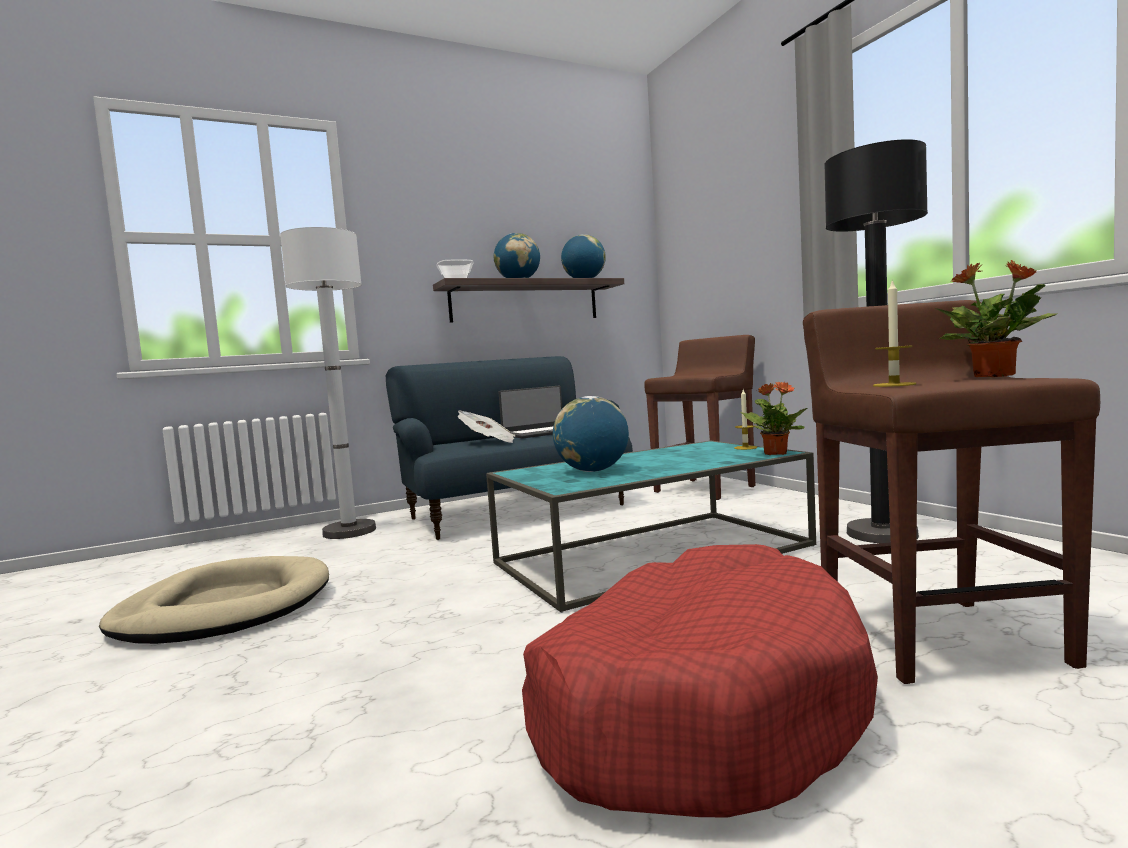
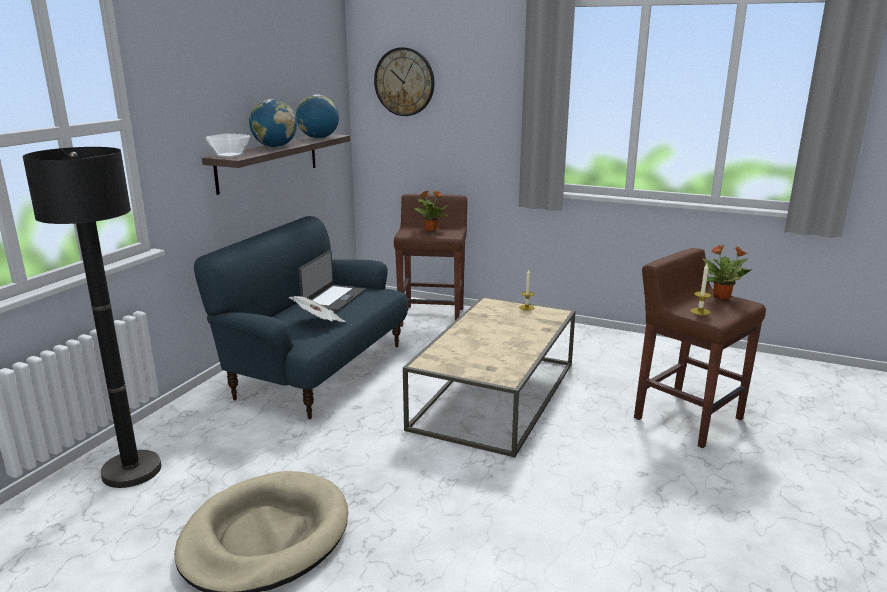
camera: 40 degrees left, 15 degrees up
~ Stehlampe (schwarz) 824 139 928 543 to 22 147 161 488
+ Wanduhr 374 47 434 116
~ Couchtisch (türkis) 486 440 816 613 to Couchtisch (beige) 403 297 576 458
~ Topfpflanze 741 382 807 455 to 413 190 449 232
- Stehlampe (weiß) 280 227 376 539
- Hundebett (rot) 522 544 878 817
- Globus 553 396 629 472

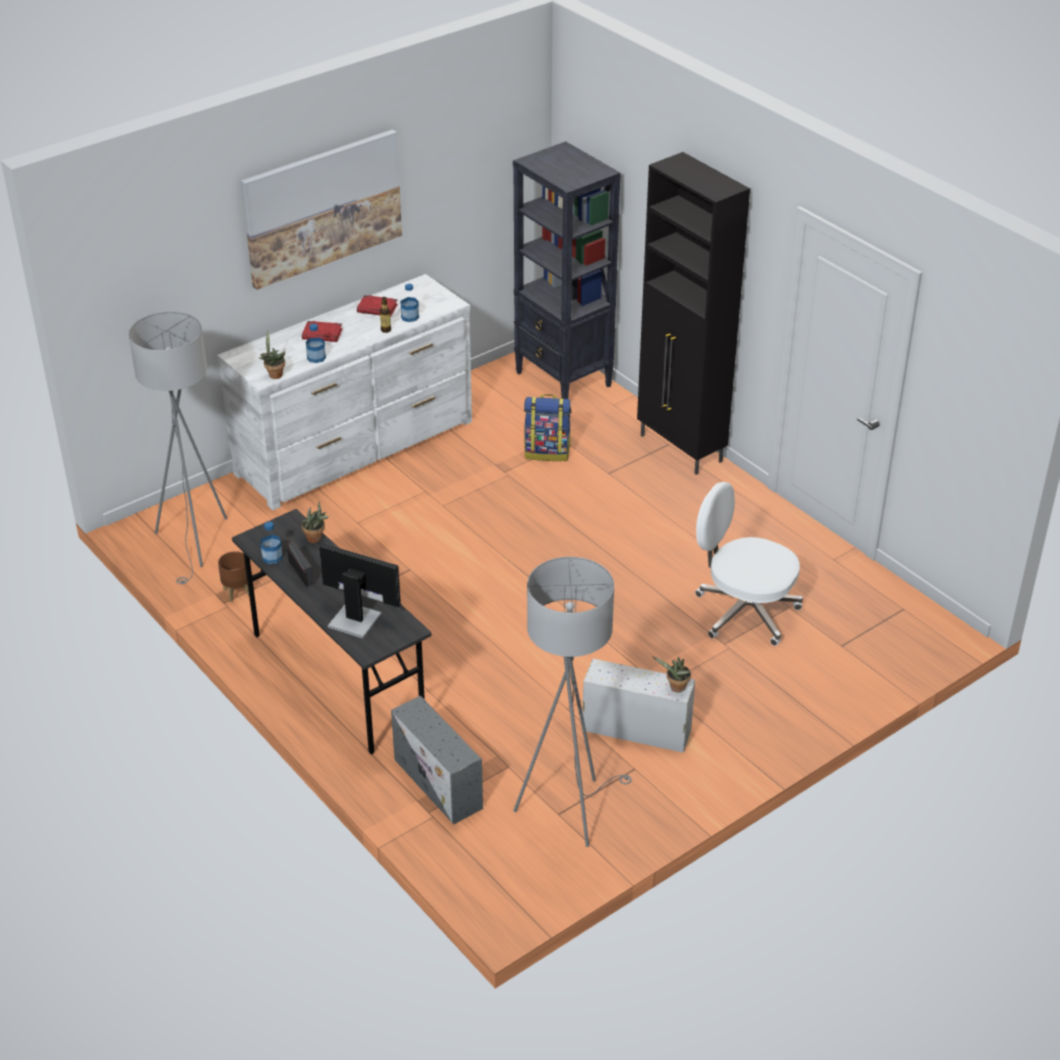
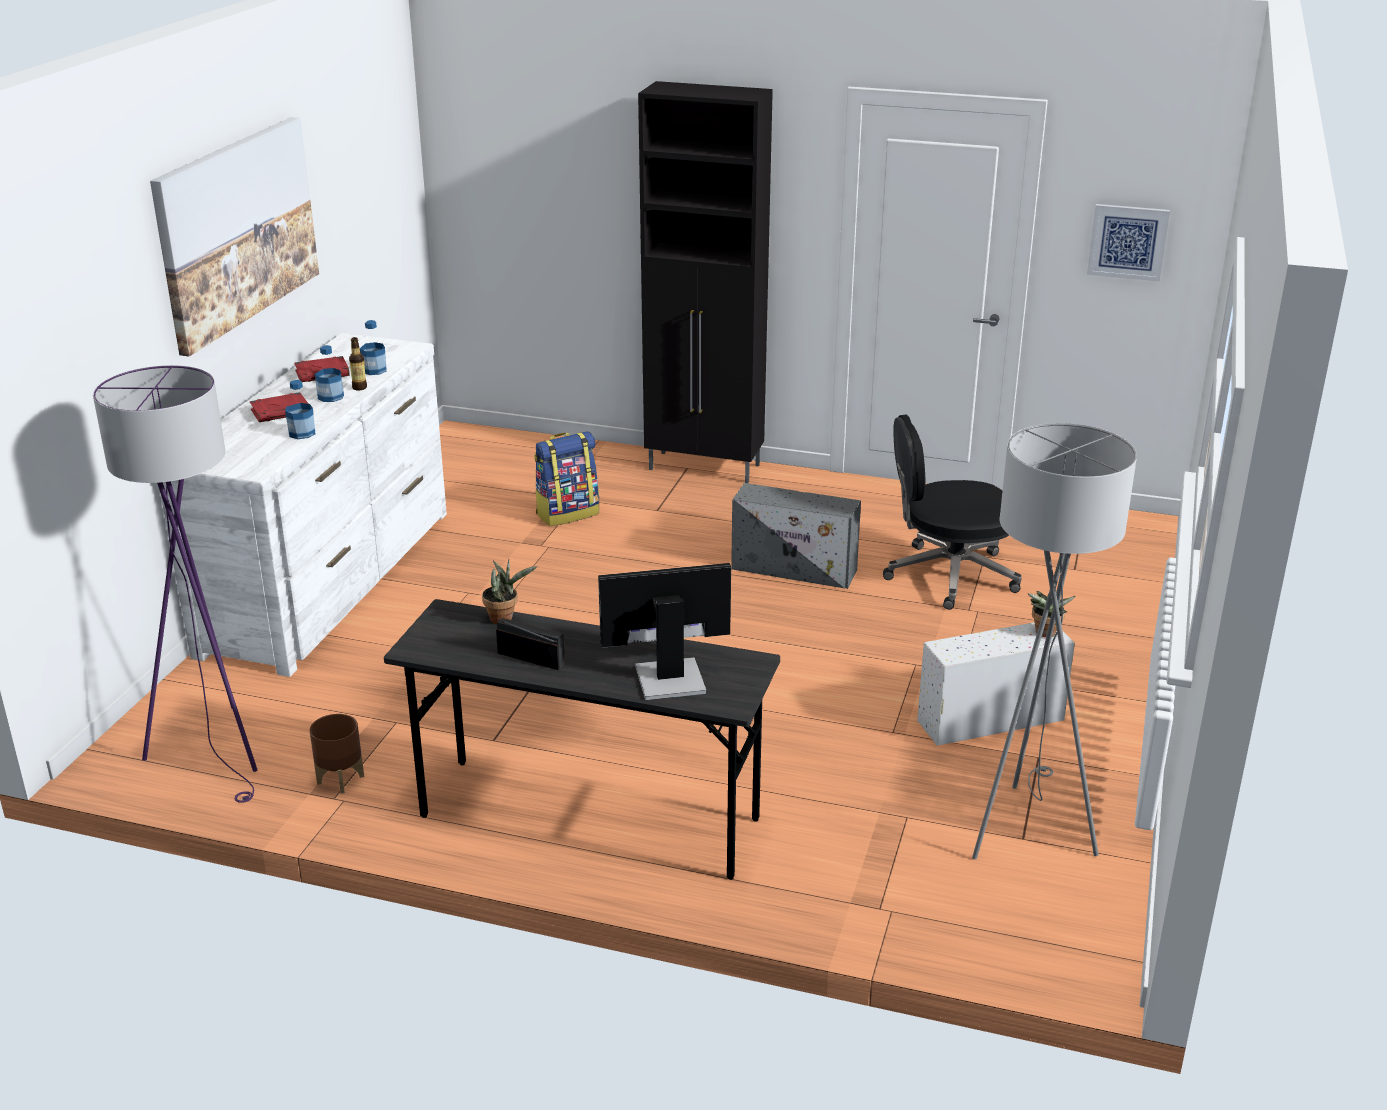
camera: 35 degrees left, 10 degrees down
~ Stehlampe (grau) 129 312 227 584 to Stehlampe (lila) 93 365 258 803
~ Flasche 260 522 283 564 to 315 345 344 402
~ Aufbewahrungsbox (grau) 391 696 483 824 to 731 483 861 589
~ Bürostuhl (weiß) 695 482 803 646 to Bürostuhl (schwarz) 883 415 1022 610
+ Bild 1087 204 1170 281
- Topfpflanze 259 330 285 379
- Bücherregal (schwarz) 513 141 621 399

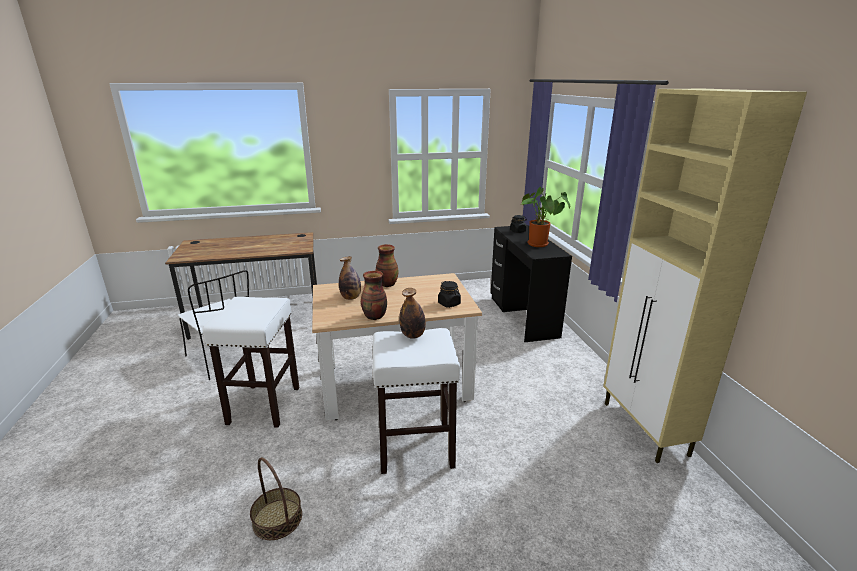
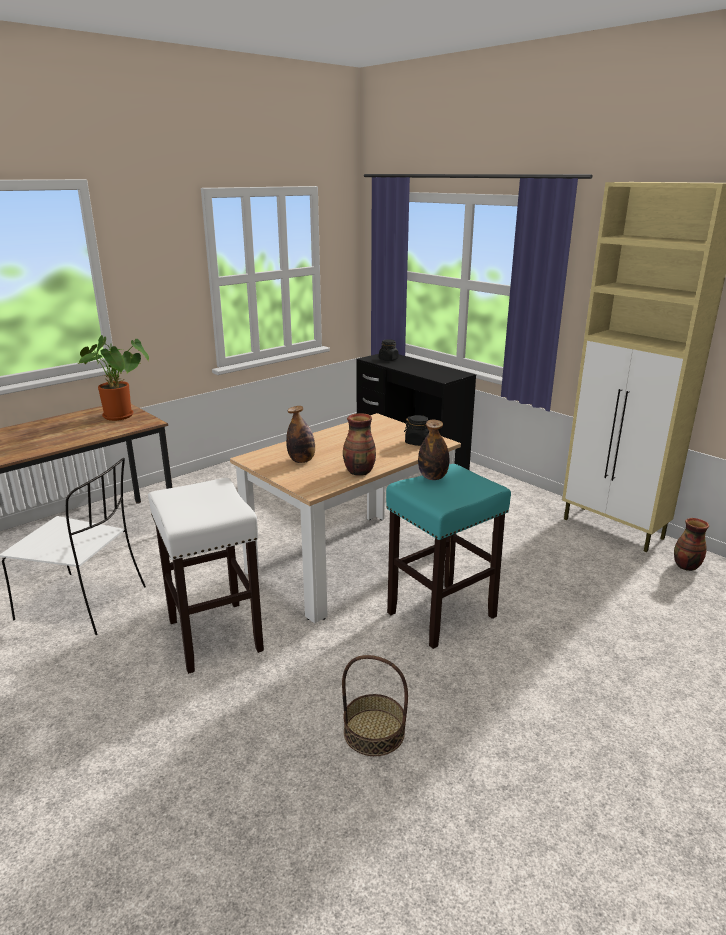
camera: 30 degrees left, 0 degrees up
~ Topfpflanze 522 187 571 247 to 77 335 149 421
~ Hocker (weiß) 373 328 460 474 to Hocker (türkis) 386 464 511 649
~ Vase 376 244 398 287 to 674 518 709 571

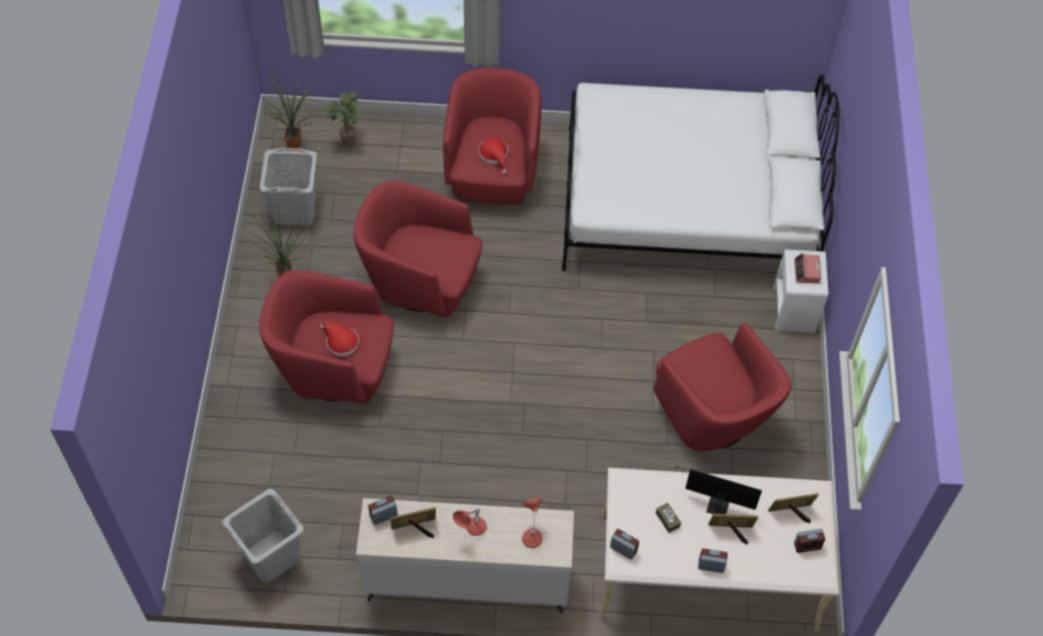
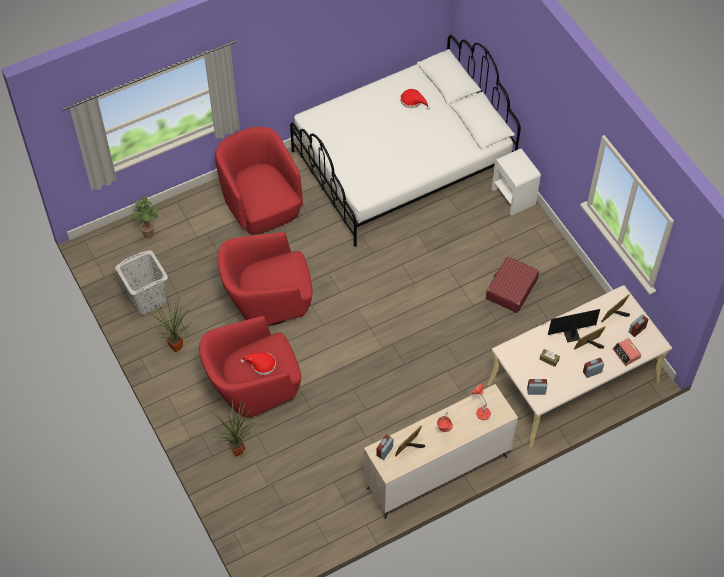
camera: 30 degrees left, 0 degrees up
~ Topfpflanze 261 68 314 151 to 212 400 256 457
~ Hut (rot) 479 138 508 173 to 400 89 430 109
~ Sessel (rot) 653 322 791 451 to Koffer (rot) 486 256 539 313
~ Wecker 794 253 821 284 to 613 338 642 366
- Wäschekorb (grau) 222 489 304 583

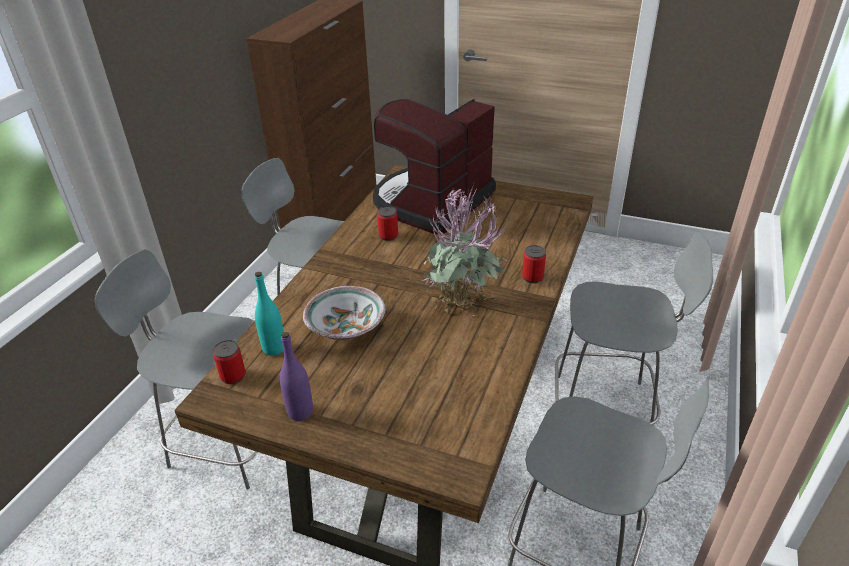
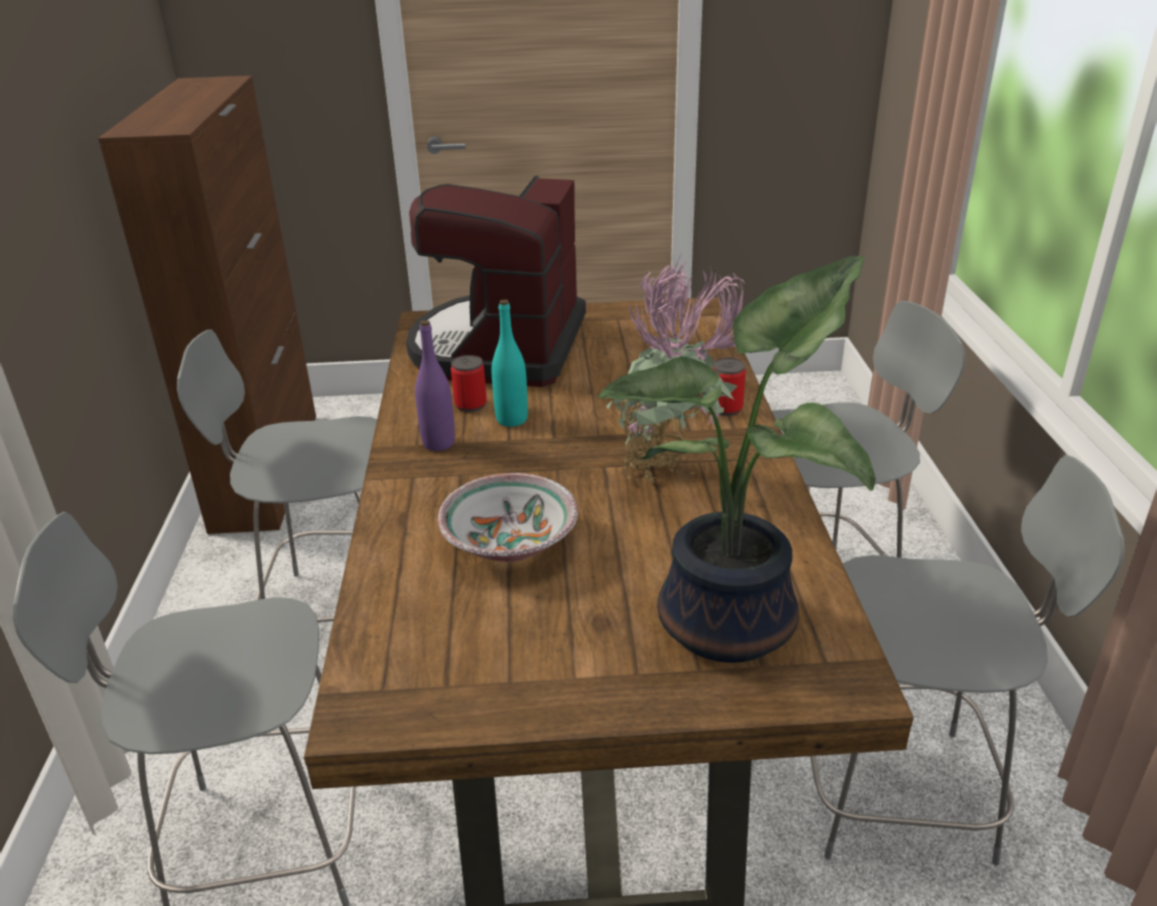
camera: 25 degrees left, 5 degrees down
~ Flasche (lila) 280 332 313 421 to 415 320 455 451
~ Flasche (türkis) 255 272 284 356 to 492 300 528 427
+ Topfpflanze 598 256 876 663
- Dose 213 340 246 384

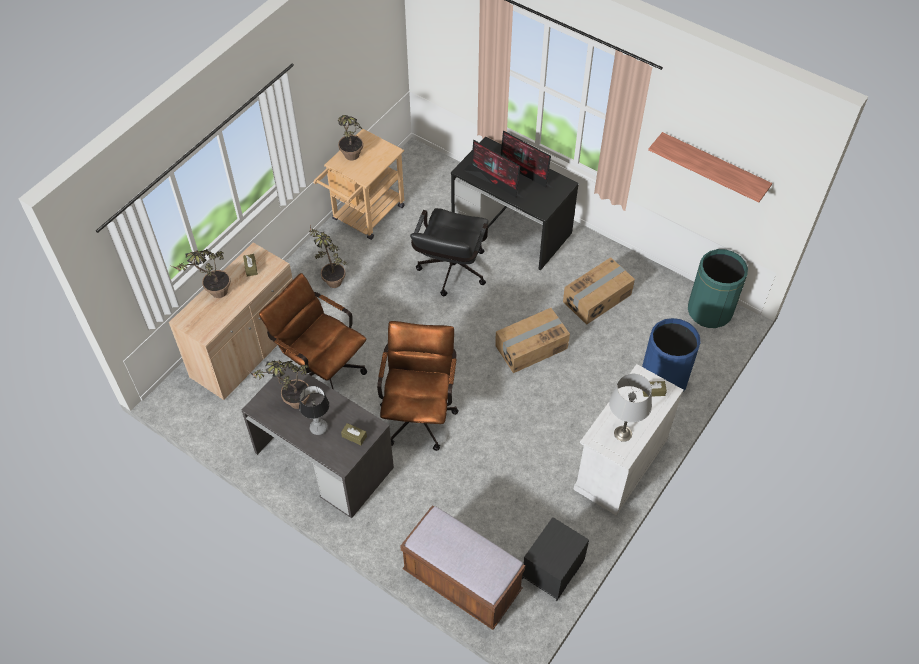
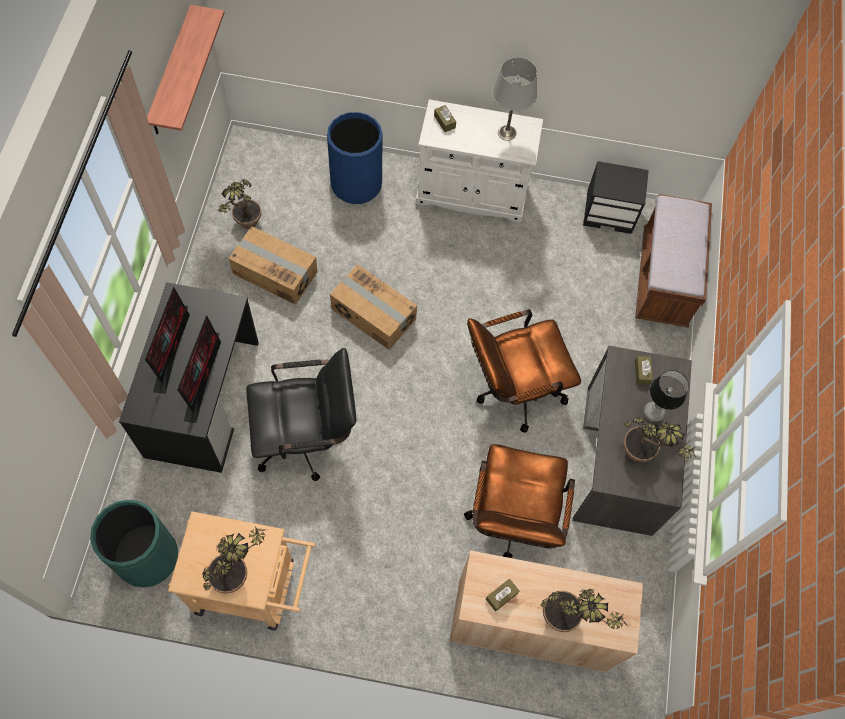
camera: 120 degrees left, 10 degrees up
~ Mülleimer (grün) 688 249 748 328 to 90 500 178 588
~ Topfpflanze 309 224 347 288 to 216 179 262 229

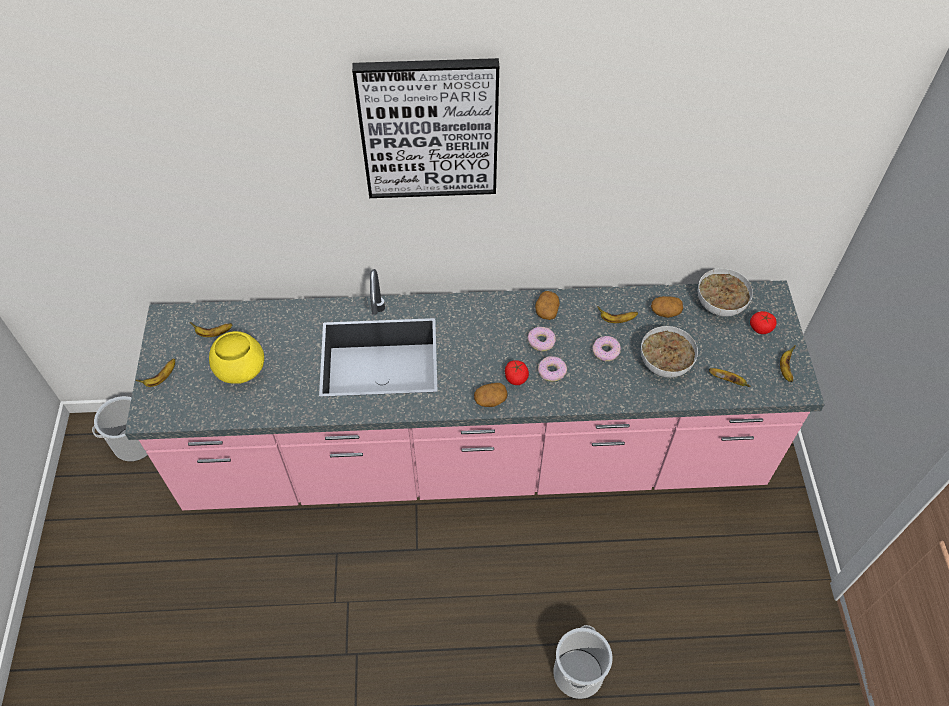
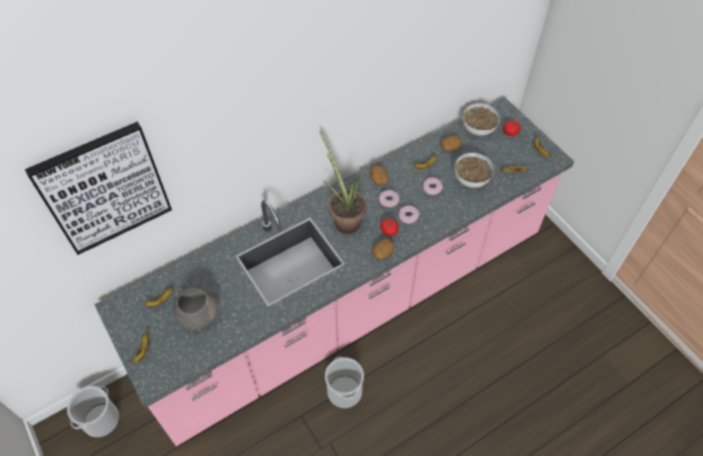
camera: 30 degrees left, 0 degrees up
~ Bild 352 58 499 198 to 25 122 172 255
~ Schüssel (gelb) 209 331 264 384 to Schüssel (grau) 173 287 218 330
+ Topfpflanze 320 131 367 234
~ Eimer 553 625 613 699 to 325 356 364 408

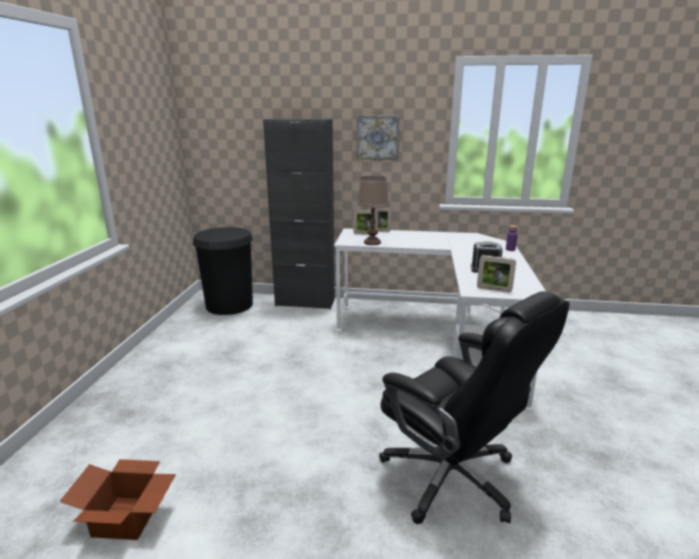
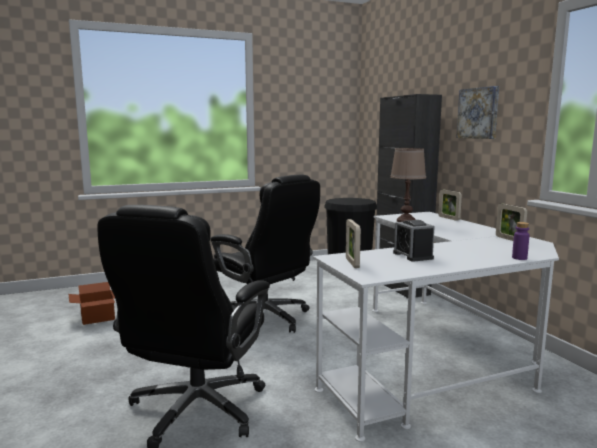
camera: 60 degrees right, 10 degrees down
+ Bürostuhl (schwarz) 210 175 320 333
~ Bilderrahmen 354 210 378 235 to 496 204 527 241

